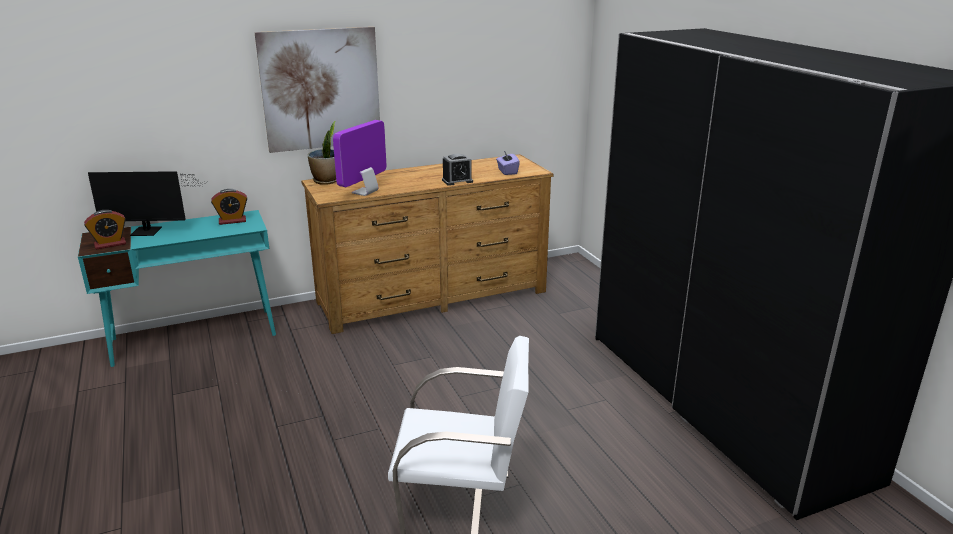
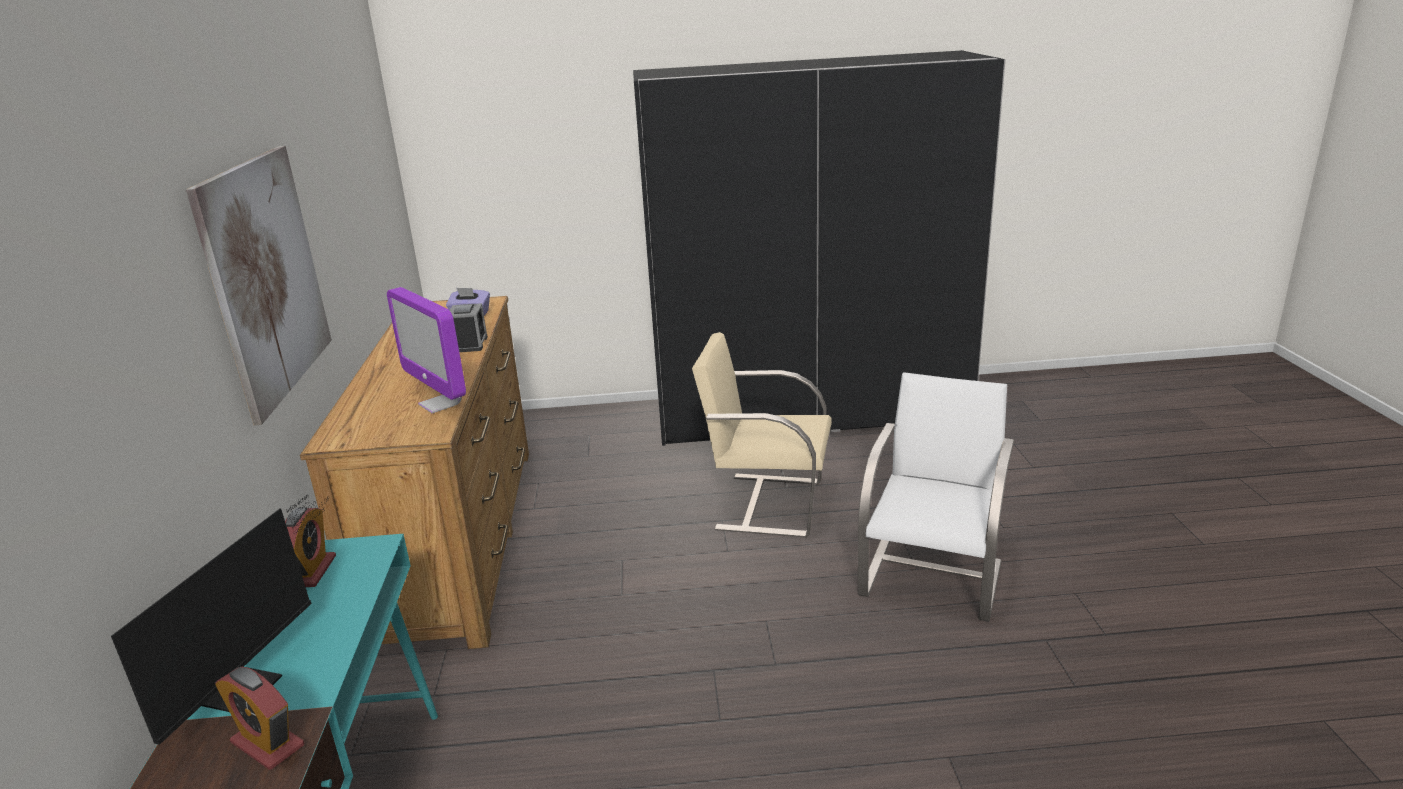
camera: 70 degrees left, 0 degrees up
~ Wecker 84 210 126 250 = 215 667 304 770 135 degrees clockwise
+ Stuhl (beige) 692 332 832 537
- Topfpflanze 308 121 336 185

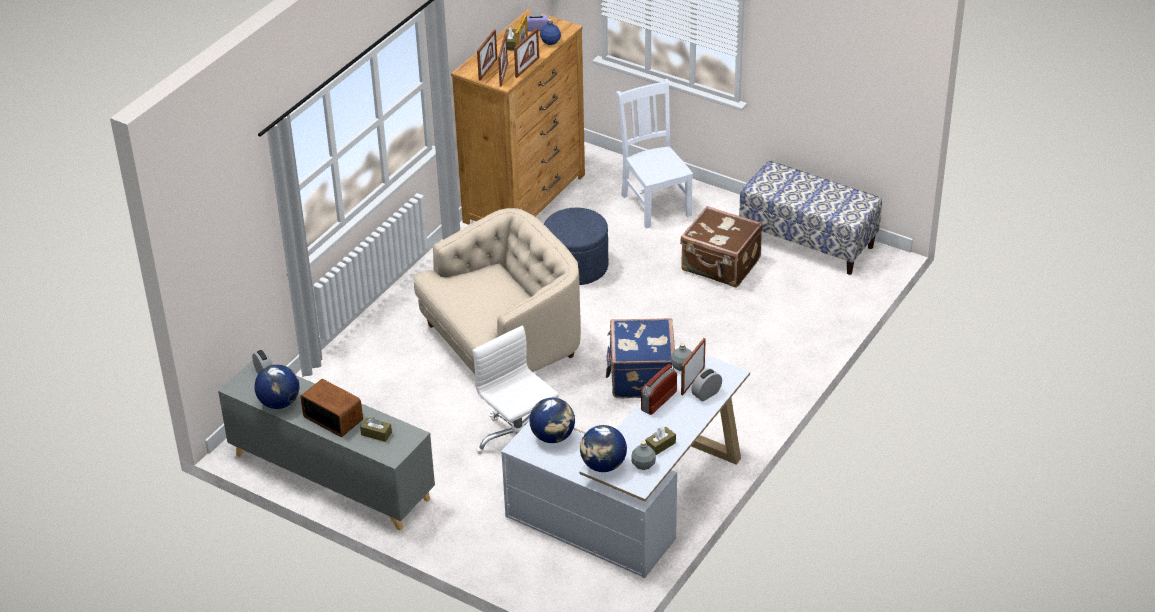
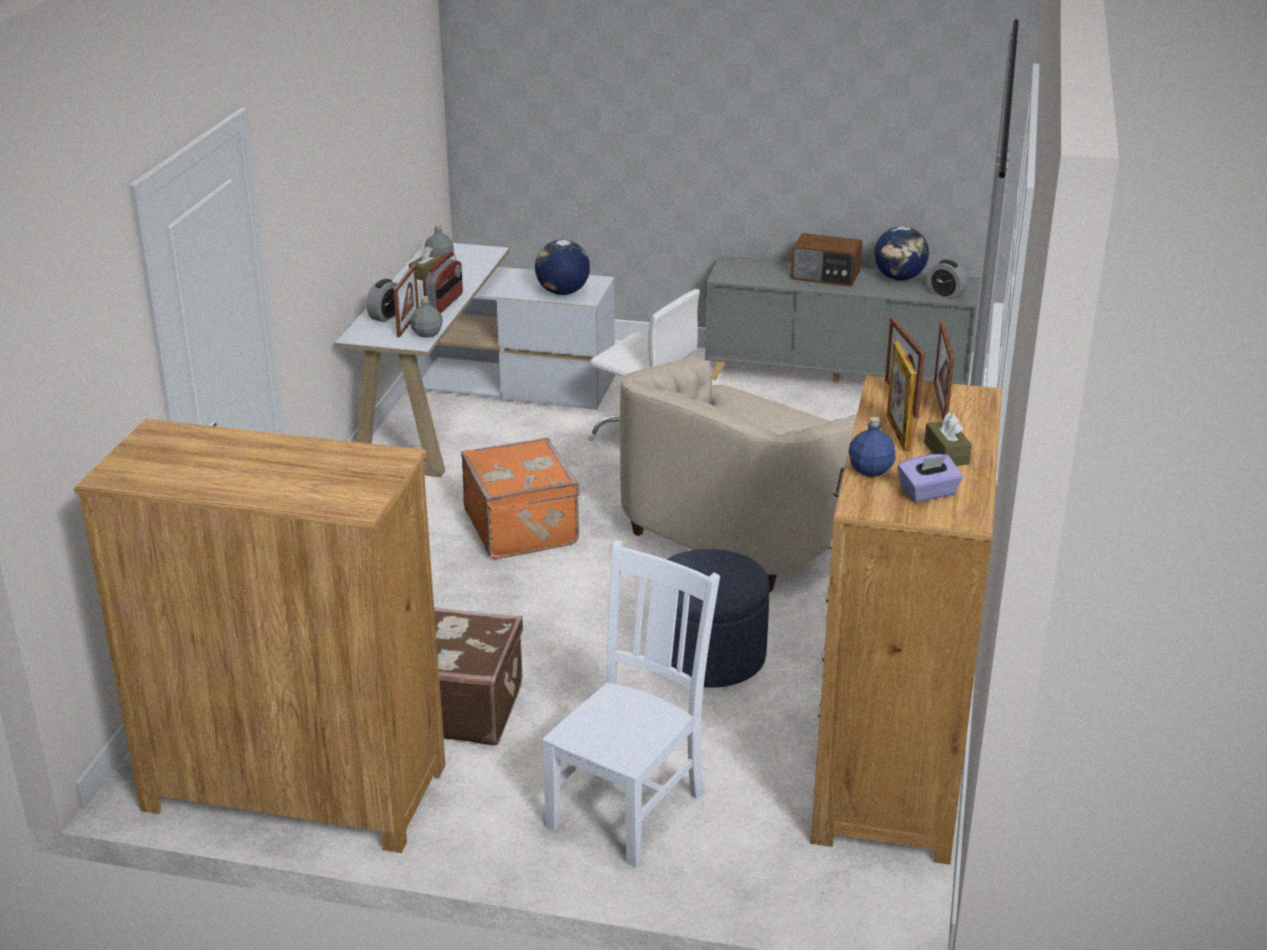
camera: 160 degrees right, 10 degrees down
~ Bank 739 161 882 275 to Kommode (braun) 74 419 446 853
~ Koffer (blau) 606 318 675 399 to Koffer (orange) 461 437 580 559
~ Stuhl (weiß) 616 79 693 228 = 542 540 720 868 105 degrees counterclockwise
- Taschentuchbox (braun) 360 417 392 442
- Bilderrahmen 514 28 539 78
- Globus 580 425 627 472

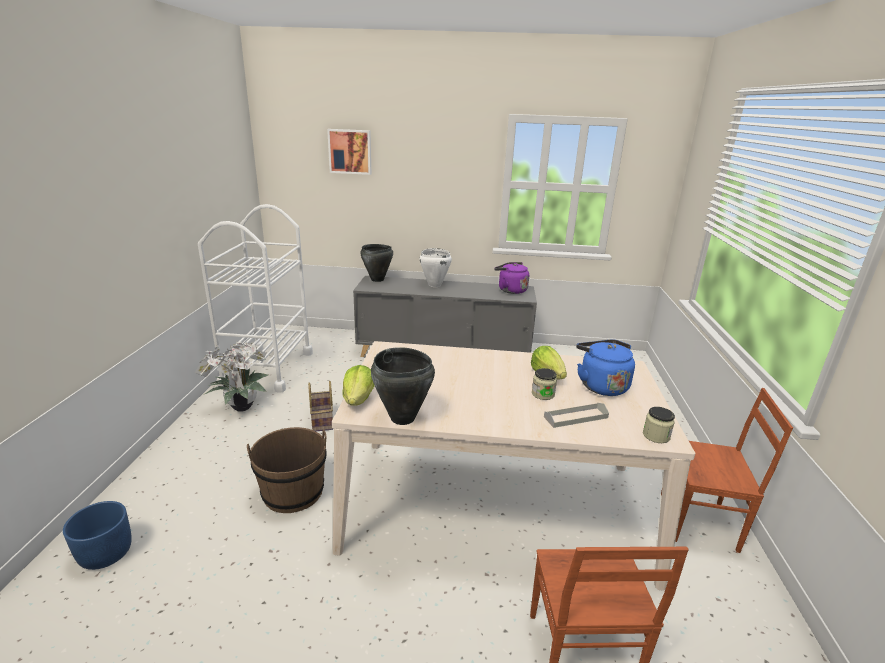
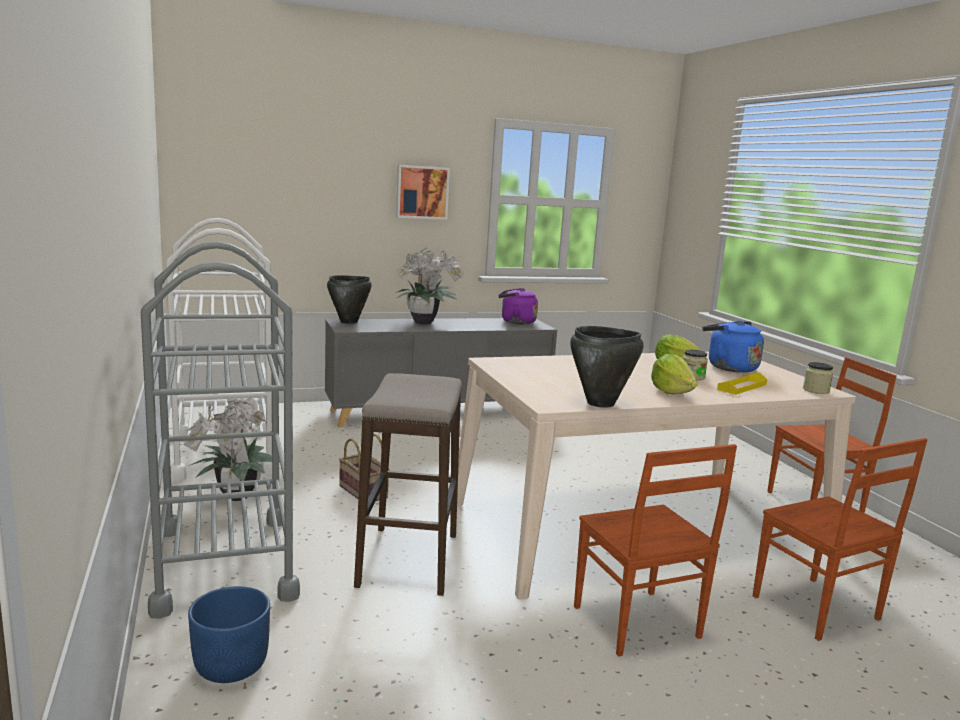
camera: 25 degrees left, 10 degrees down
+ Rollwagen (grau) 141 241 300 619
~ Eimer (braun) 247 427 327 513 to Hocker 354 373 462 596
~ Bild 327 129 371 175 to 396 165 450 220
~ Kochtopf (weiß) 420 248 452 287 to Topfpflanze 397 248 464 324
+ Stuhl (braun) 574 444 737 657
~ Salatkopf 342 365 375 405 to 651 354 698 394
~ Tablett (grau) 544 403 609 428 to Tablett (gelb) 717 372 767 395

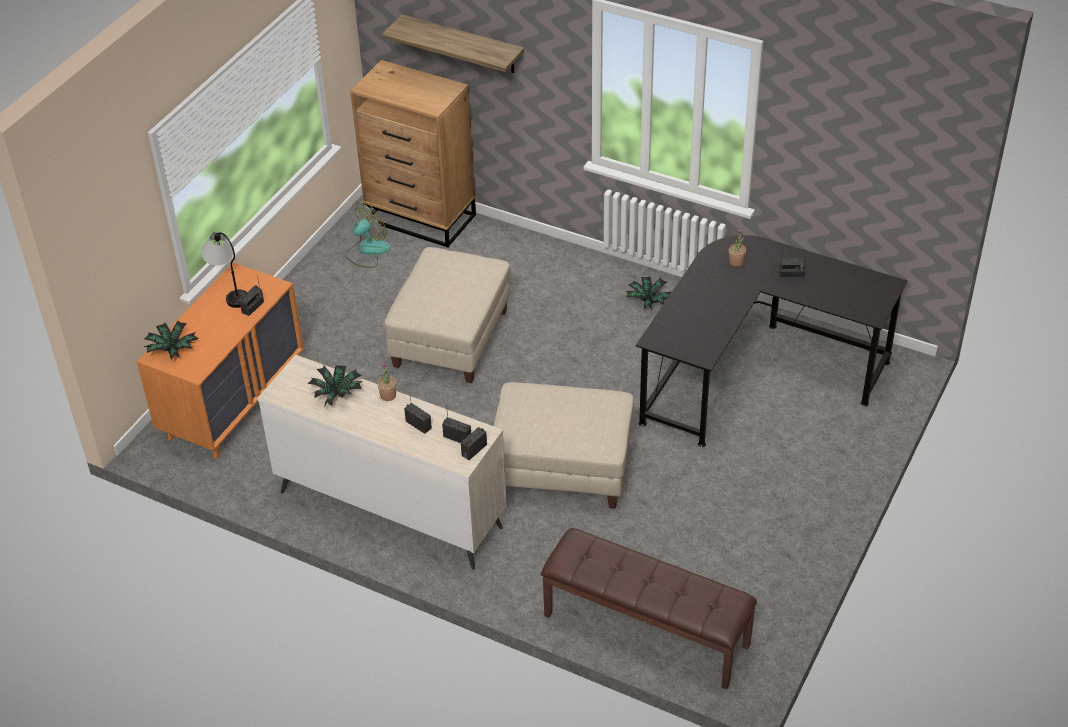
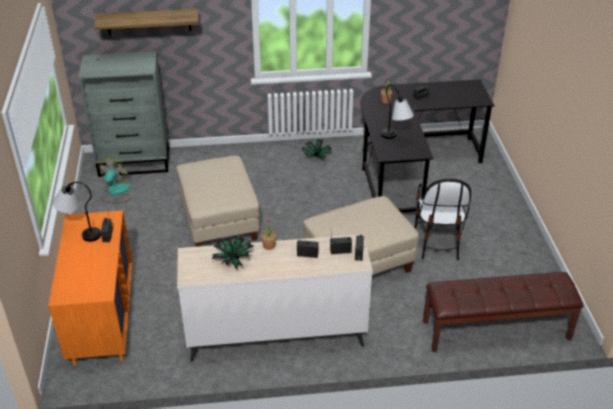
camera: 35 degrees left, 5 degrees down
~ Kommode (braun) 350 60 476 248 to Kommode (grau) 78 51 169 177
+ Tischlampe 381 84 414 139
+ Stuhl 414 179 471 260
- Topfpflanze 144 321 199 360

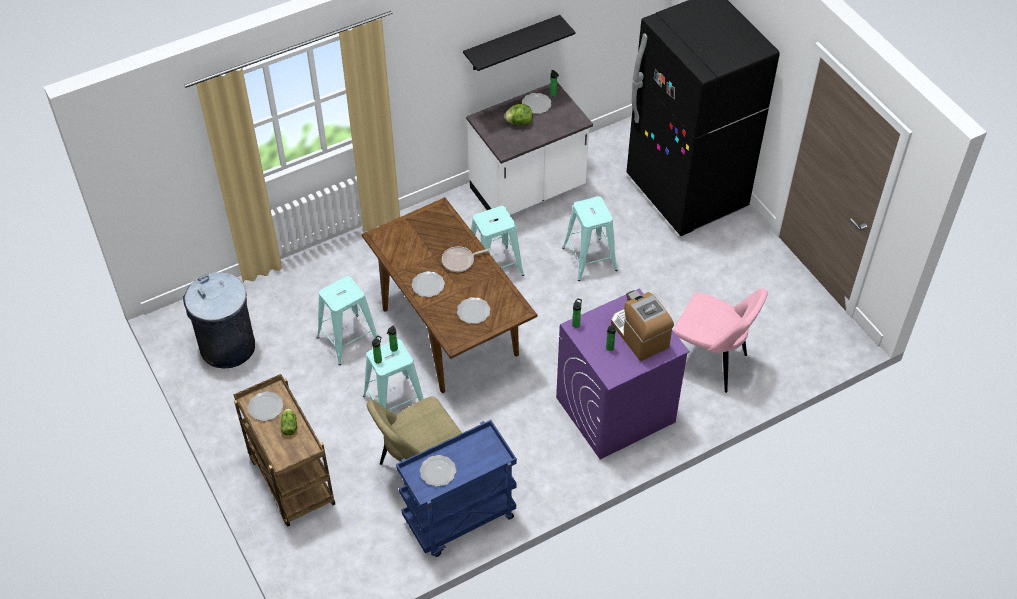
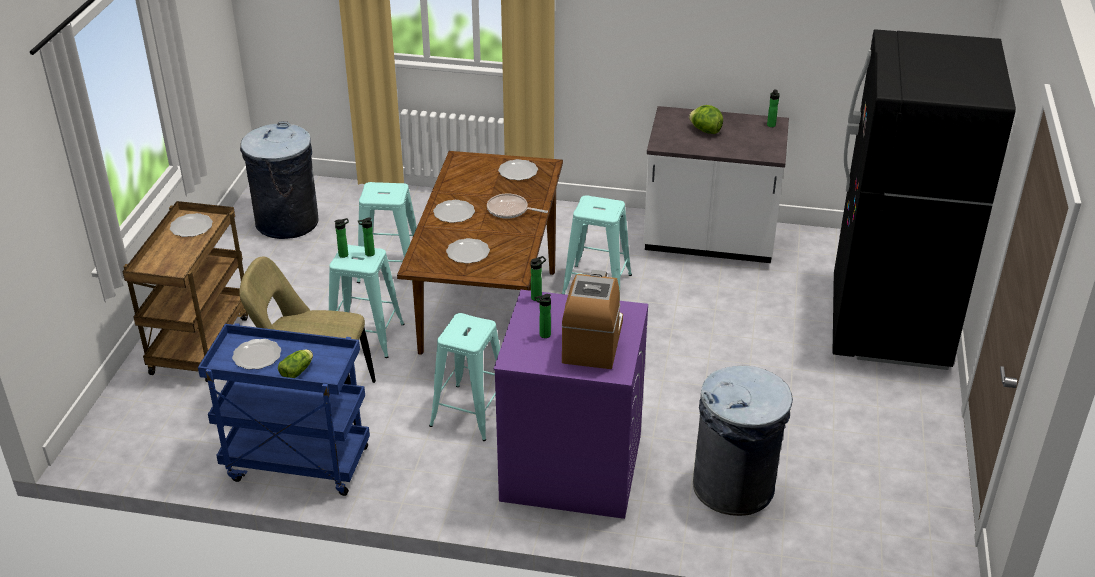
camera: 40 degrees right, 15 degrees down
~ Salatkopf 281 408 297 435 to 278 349 313 378
~ Hocker (türkis) 562 196 617 281 to 429 313 500 441
~ Teller 522 93 551 114 to 498 159 538 180
~ Stuhl (rosa) 673 288 768 393 to Mülleimer (grau) 693 366 793 516
- Wandregal (schwarz) 463 15 575 71

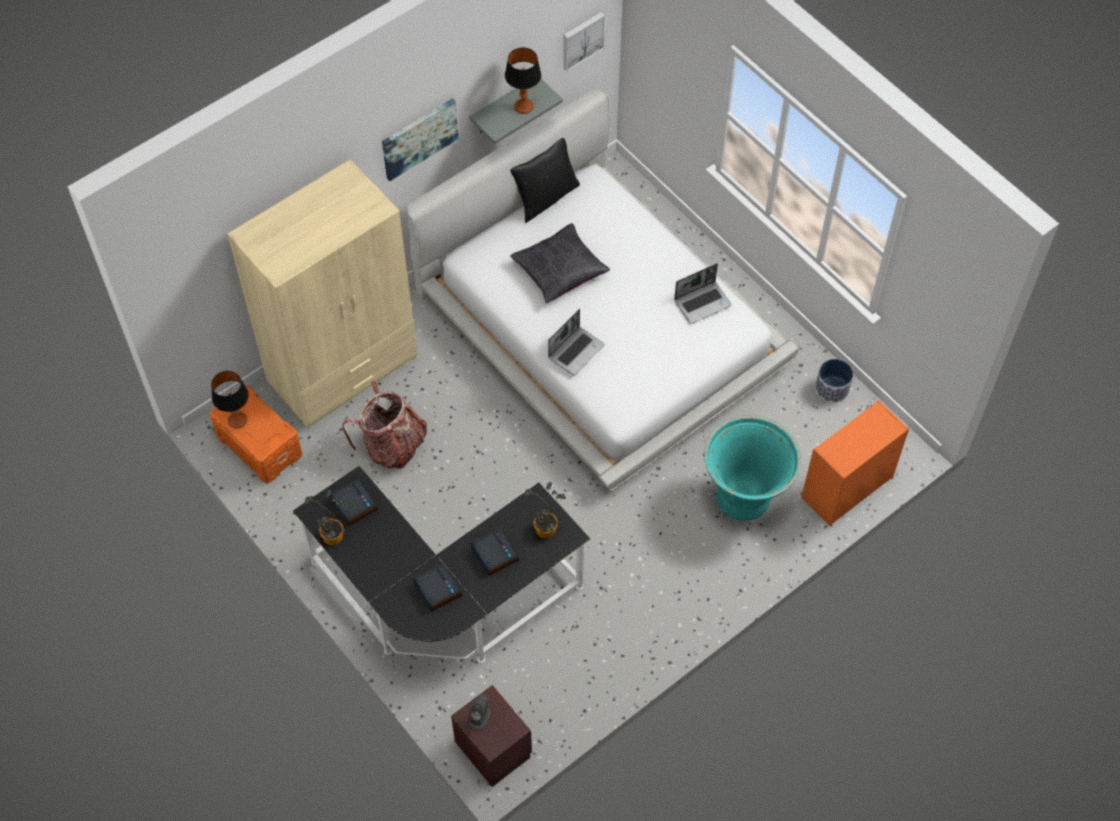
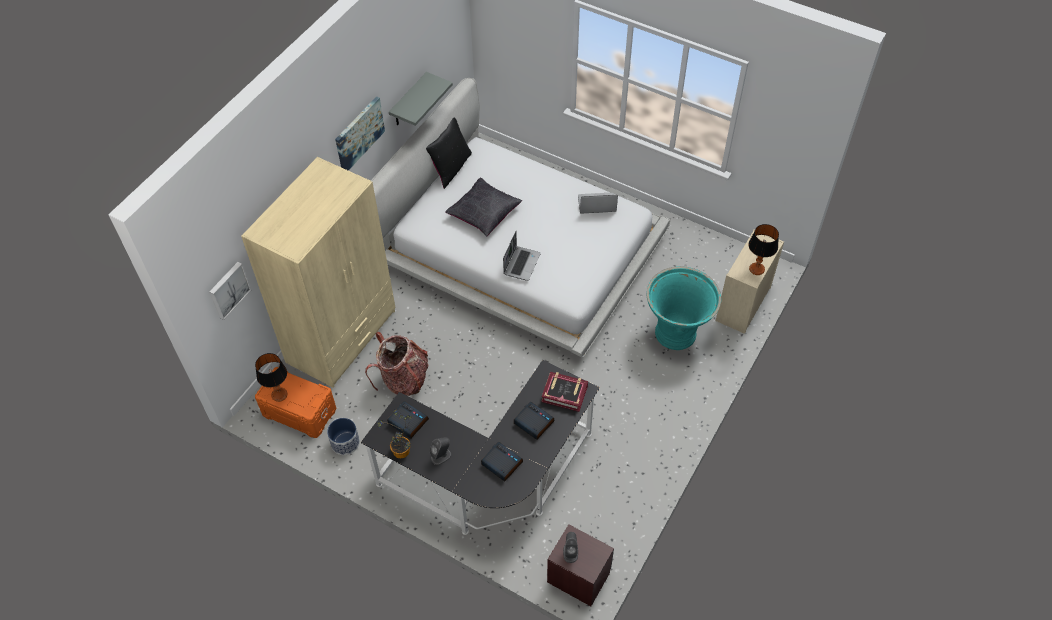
camera: 20 degrees left, 5 degrees down
~ Bild 563 12 605 72 to 209 262 251 320
~ Pflanzkübel 815 359 853 403 to 327 418 360 455
+ Lautsprecher (grau) 429 437 451 465
~ Topfpflanze 524 482 566 538 to Buch 541 372 588 412
~ Laptop 674 263 732 324 = 578 192 618 213 135 degrees counterclockwise
~ Kommode (orange) 801 400 909 526 to Kommode (beige) 716 229 784 334
~ Tischlampe 505 47 541 114 to 749 224 779 275

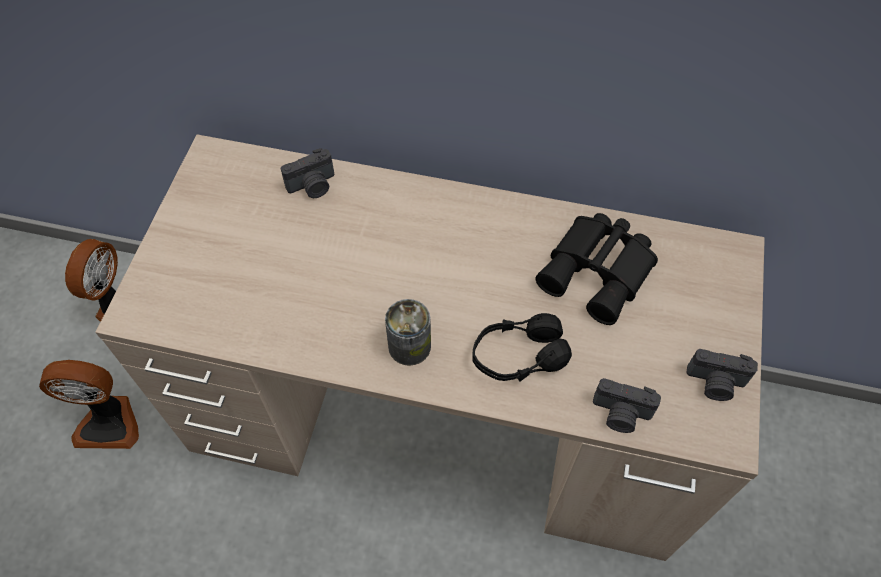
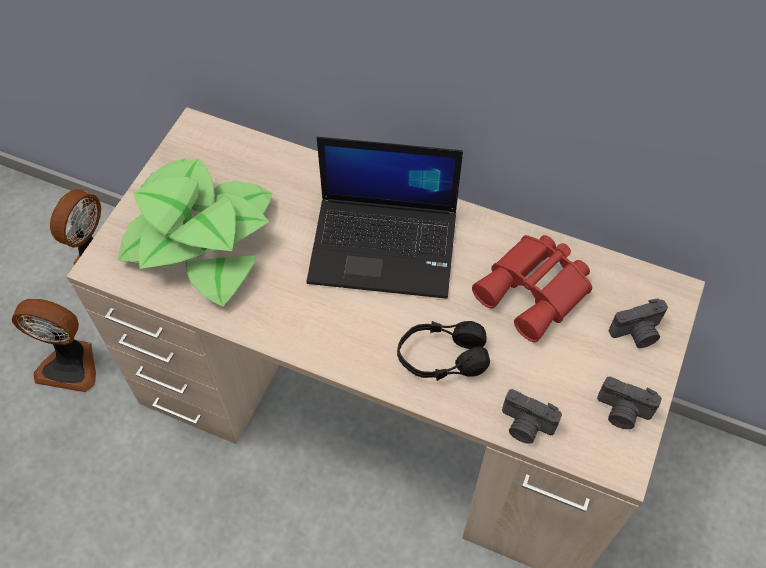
camera: 10 degrees right, 0 degrees up
+ Topfpflanze 117 158 272 307
+ Laptop 306 137 463 299
~ Fernglas (schwarz) 536 213 658 325 to Fernglas (rot) 472 235 592 342
~ Kamera 281 148 334 198 to 609 298 668 348
- Dose 385 299 431 366

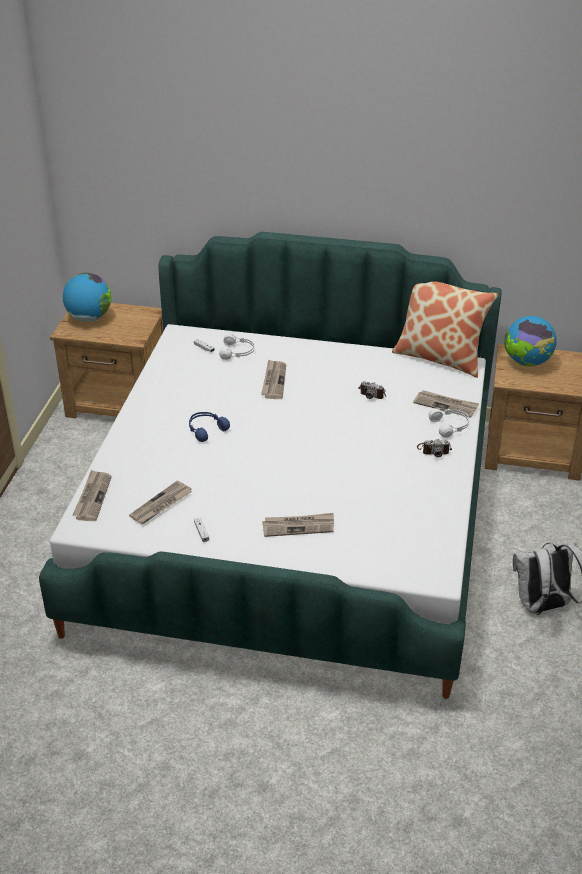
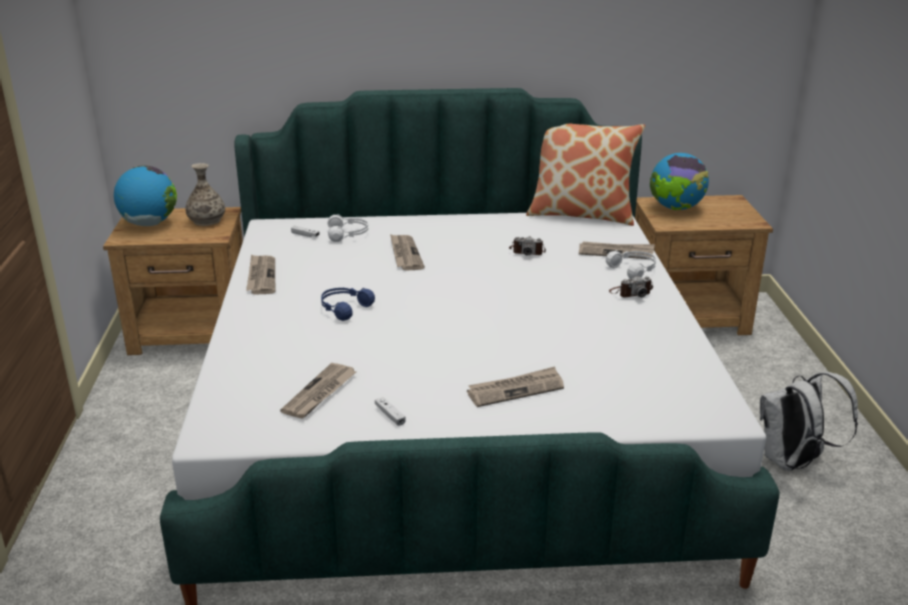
camera: 15 degrees left, 10 degrees down
+ Vase 185 163 225 226
~ Zeitung 73 470 112 521 to 246 254 275 295

